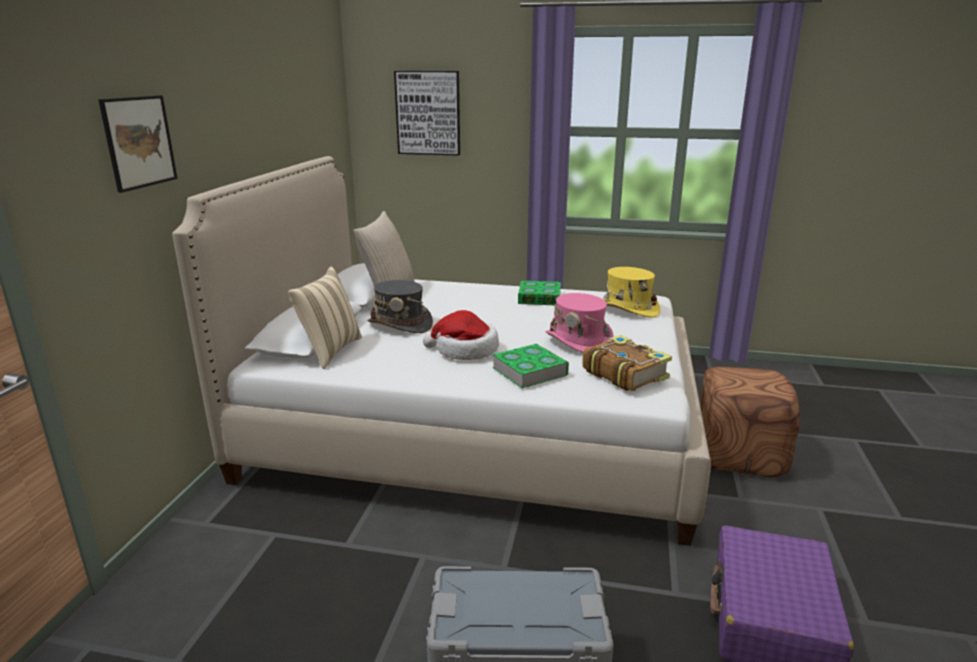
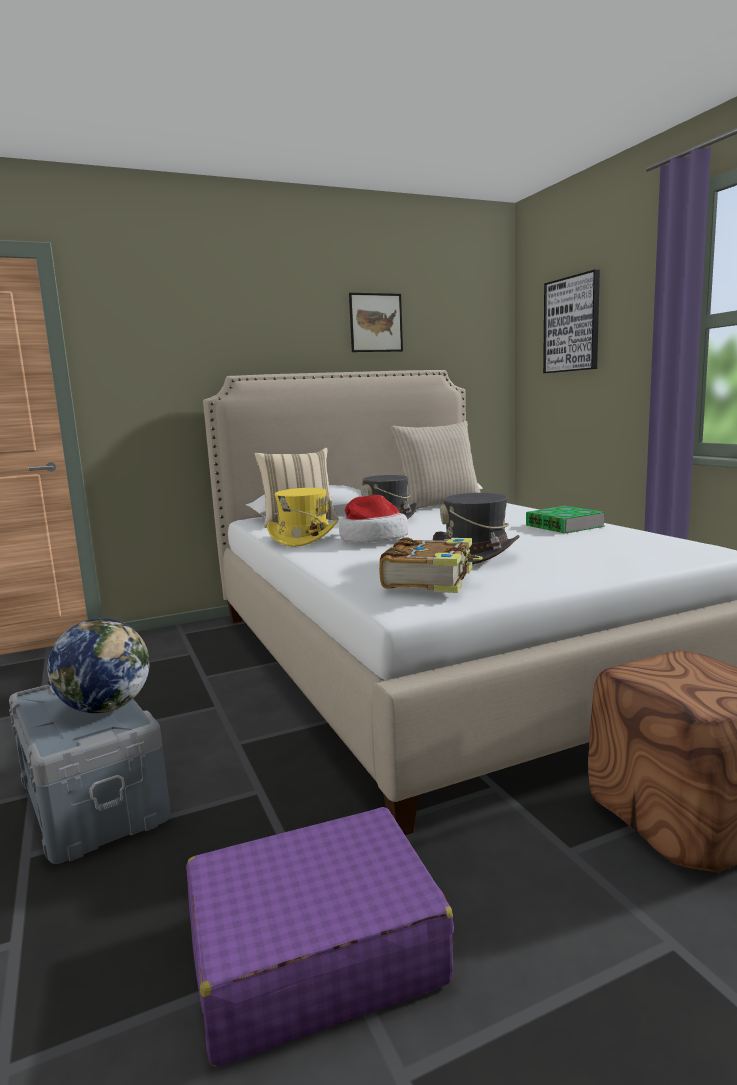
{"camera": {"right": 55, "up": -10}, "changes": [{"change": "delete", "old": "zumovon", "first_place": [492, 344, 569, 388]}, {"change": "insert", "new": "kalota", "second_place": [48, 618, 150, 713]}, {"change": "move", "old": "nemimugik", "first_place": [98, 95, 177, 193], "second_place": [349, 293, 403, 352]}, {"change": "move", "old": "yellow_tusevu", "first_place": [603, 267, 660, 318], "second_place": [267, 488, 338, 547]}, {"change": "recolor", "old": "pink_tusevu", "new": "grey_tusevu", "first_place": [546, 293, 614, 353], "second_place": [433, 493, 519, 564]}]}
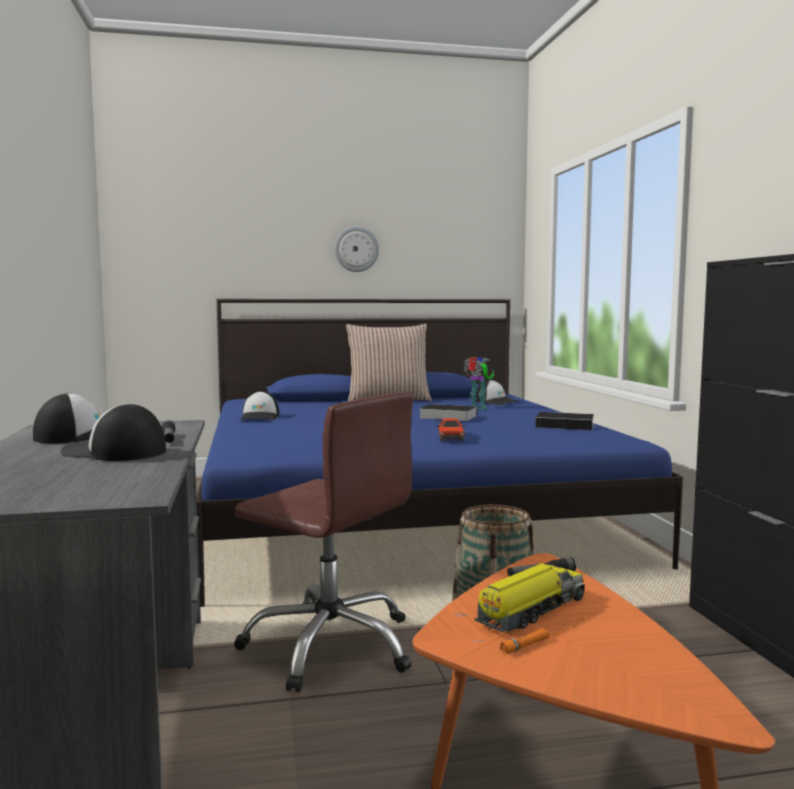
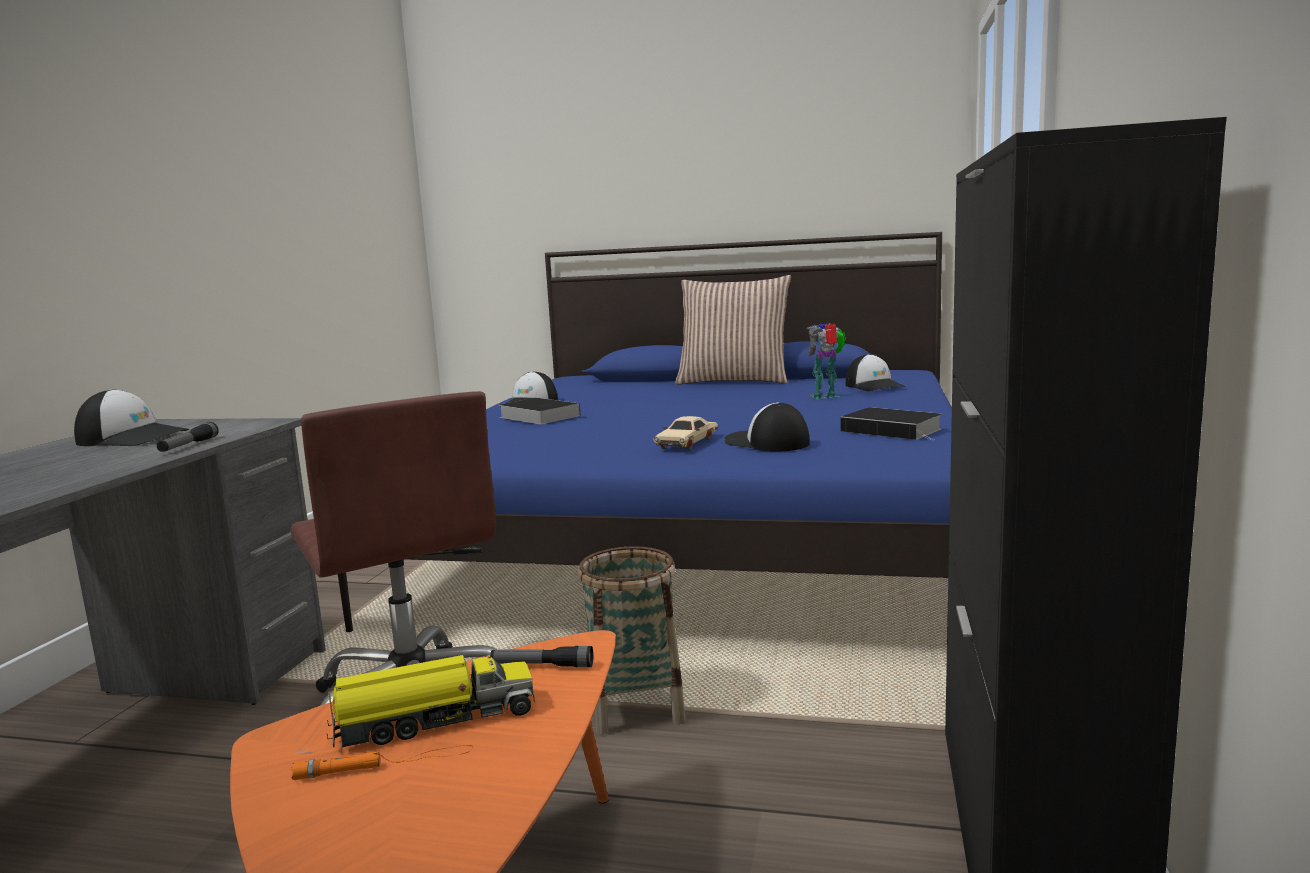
{"camera": {"right": 25, "up": 5}, "changes": [{"change": "delete", "old": "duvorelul", "first_place": [334, 226, 379, 272]}, {"change": "move", "old": "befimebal", "first_place": [60, 403, 166, 461], "second_place": [724, 402, 810, 451]}, {"change": "move", "old": "zumovon", "first_place": [419, 404, 477, 421], "second_place": [500, 398, 581, 424]}, {"change": "recolor", "old": "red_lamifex", "new": "beige_lamifex", "first_place": [436, 418, 466, 441], "second_place": [654, 416, 718, 451]}, {"change": "rotate", "old": "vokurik", "first_place": [464, 357, 494, 410], "second_place": [807, 323, 846, 399], "degrees": -75}]}
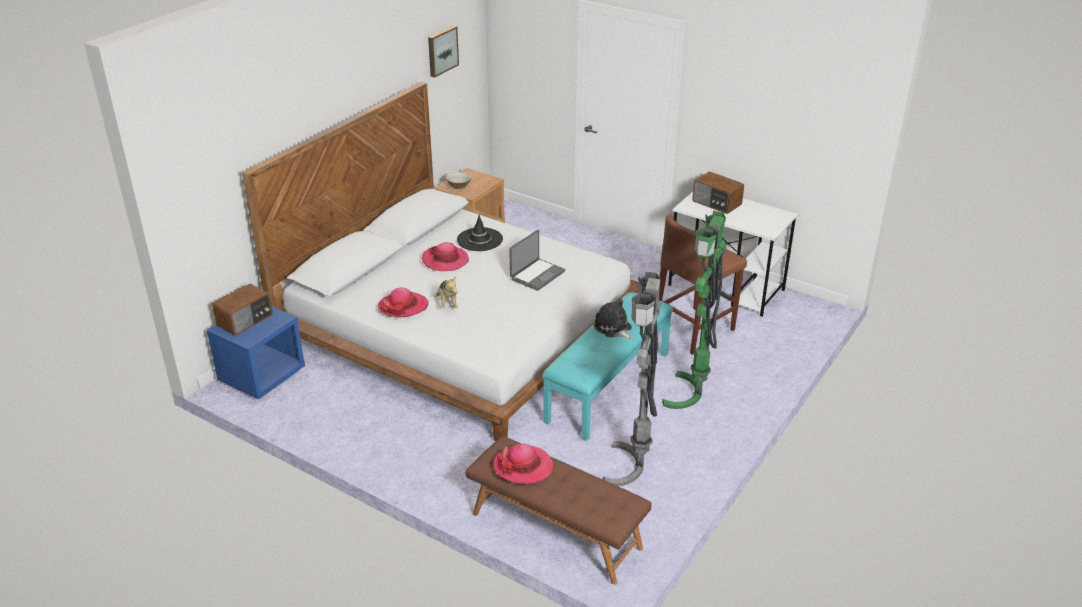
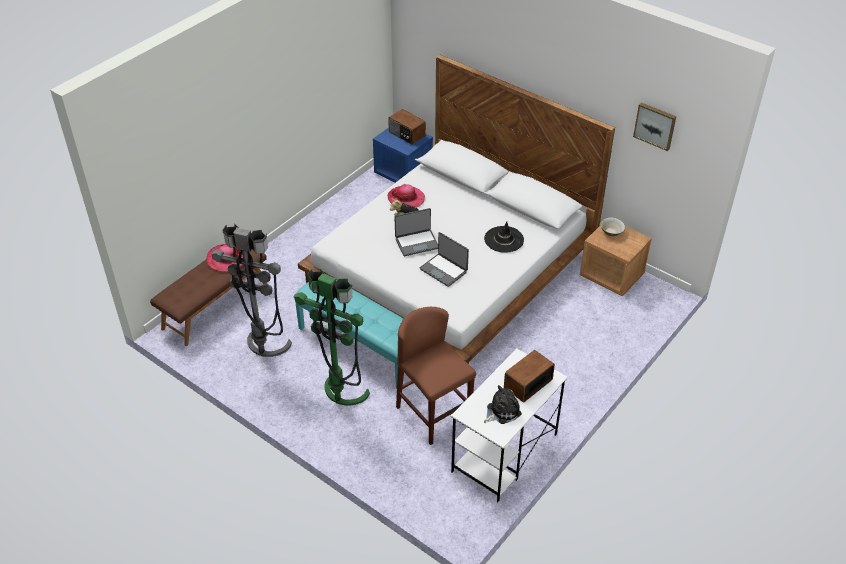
{"camera": {"right": 95, "up": 10}, "changes": [{"change": "delete", "old": "tusevu", "first_place": [422, 242, 469, 271]}, {"change": "insert", "new": "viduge", "second_place": [395, 208, 438, 256]}, {"change": "move", "old": "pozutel", "first_place": [594, 299, 633, 339], "second_place": [484, 385, 522, 424]}]}
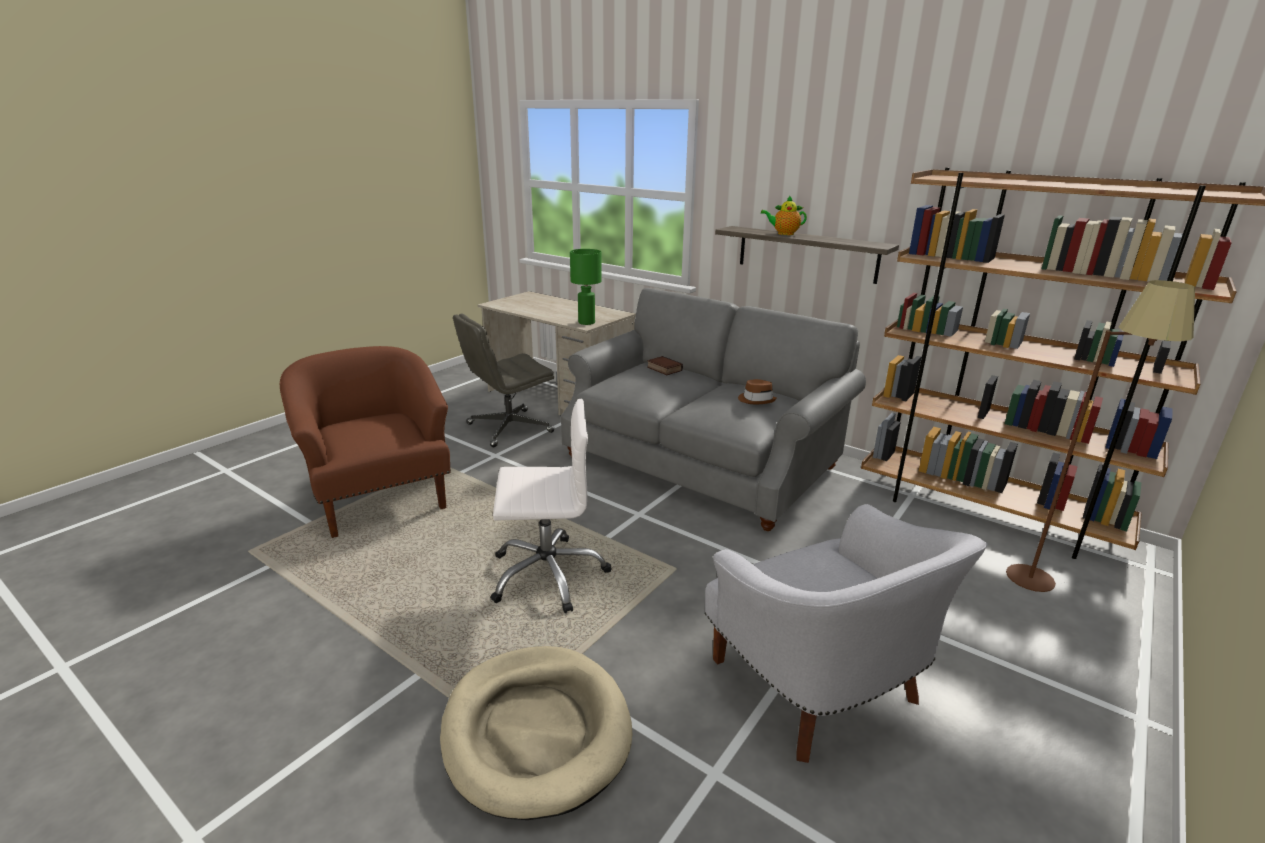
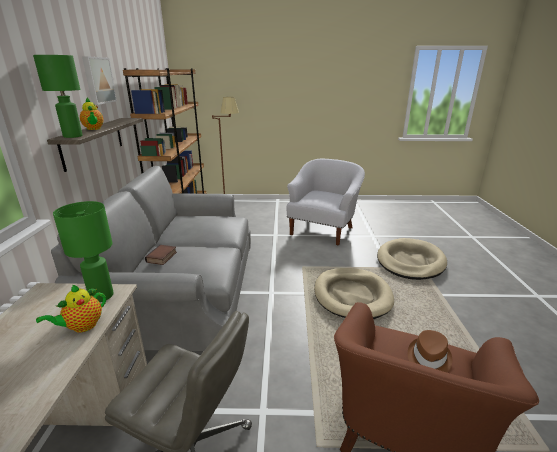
{"camera": {"right": -125, "up": 0}, "changes": [{"change": "insert", "new": "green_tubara", "second_place": [33, 55, 83, 138]}, {"change": "insert", "new": "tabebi", "second_place": [36, 285, 106, 333]}, {"change": "insert", "new": "nemimugik", "second_place": [82, 56, 117, 105]}, {"change": "move", "old": "brown_tusevu", "first_place": [738, 379, 777, 404], "second_place": [408, 330, 452, 372]}, {"change": "replace", "old": "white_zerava", "new": "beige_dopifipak", "first_place": [490, 399, 612, 613], "second_place": [314, 268, 394, 319]}]}
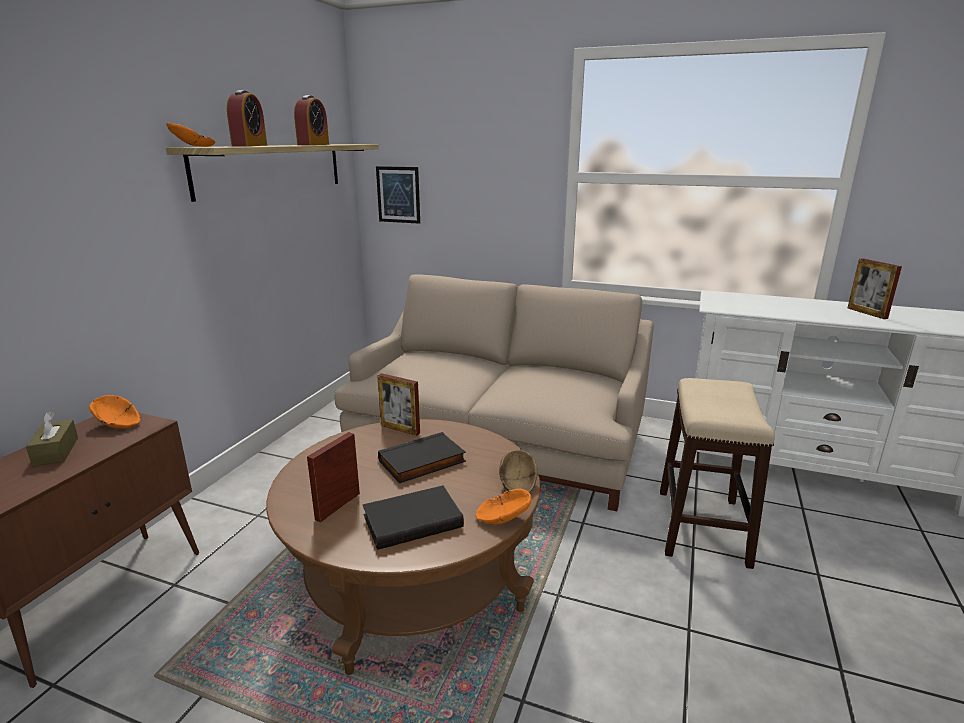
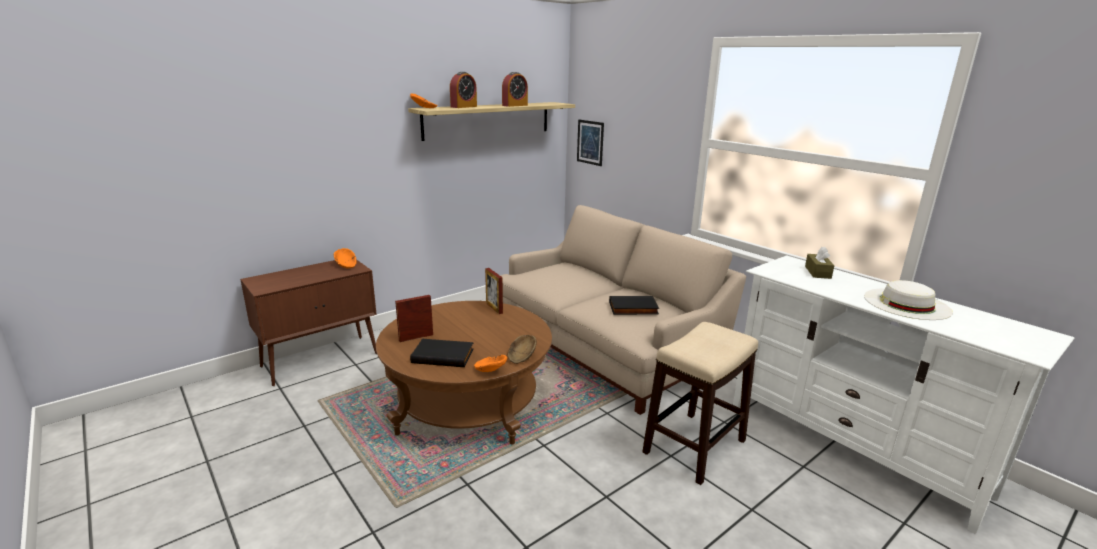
{"camera": {"right": 30, "up": 0}, "changes": [{"change": "move", "old": "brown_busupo", "first_place": [26, 412, 78, 466], "second_place": [805, 246, 834, 279]}, {"change": "move", "old": "black_zumovon", "first_place": [378, 432, 466, 483], "second_place": [609, 296, 659, 315]}, {"change": "replace", "old": "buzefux", "new": "white_tusevu", "first_place": [848, 258, 902, 319], "second_place": [864, 280, 953, 320]}]}
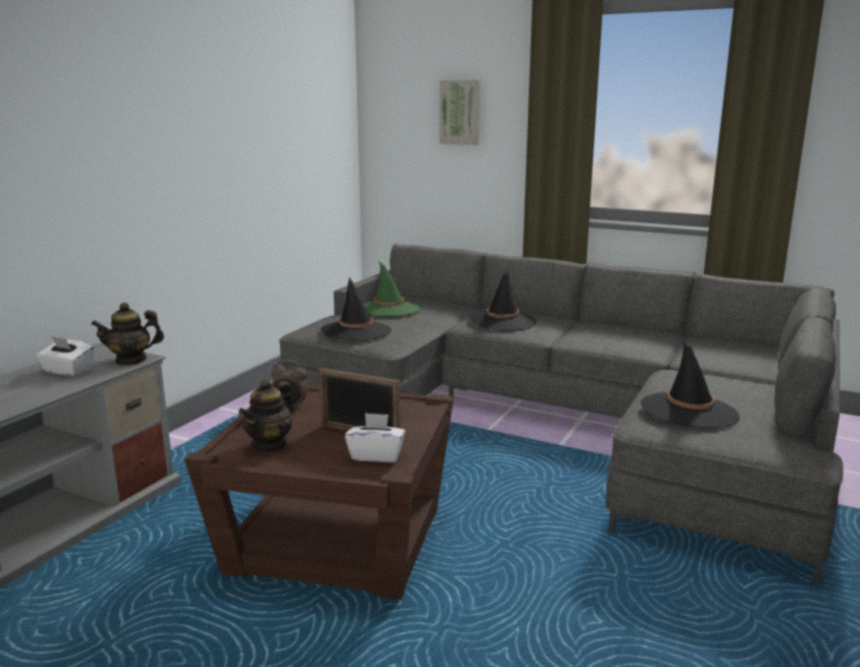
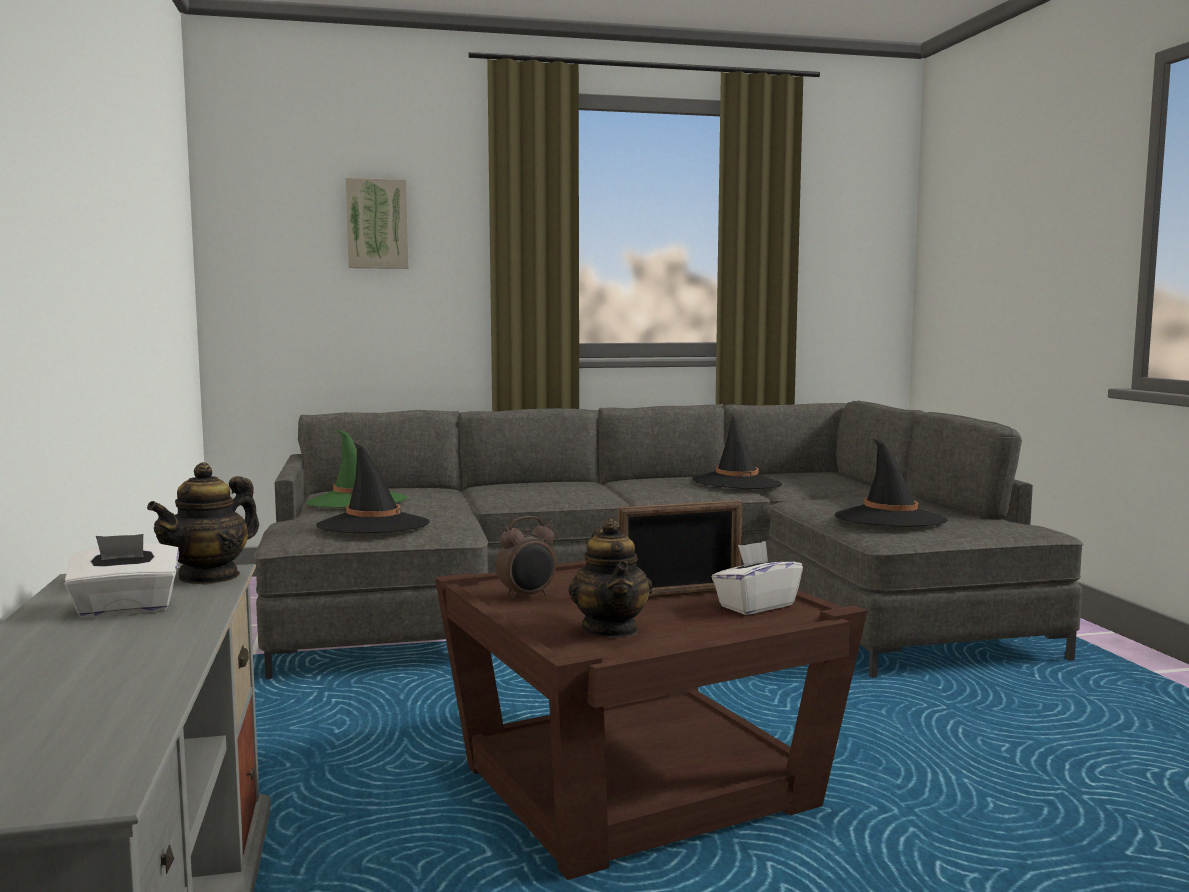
{"camera": {"right": -40, "up": -10}, "changes": [{"change": "move", "old": "black_tusevu", "first_place": [469, 270, 536, 330], "second_place": [693, 416, 782, 489]}]}
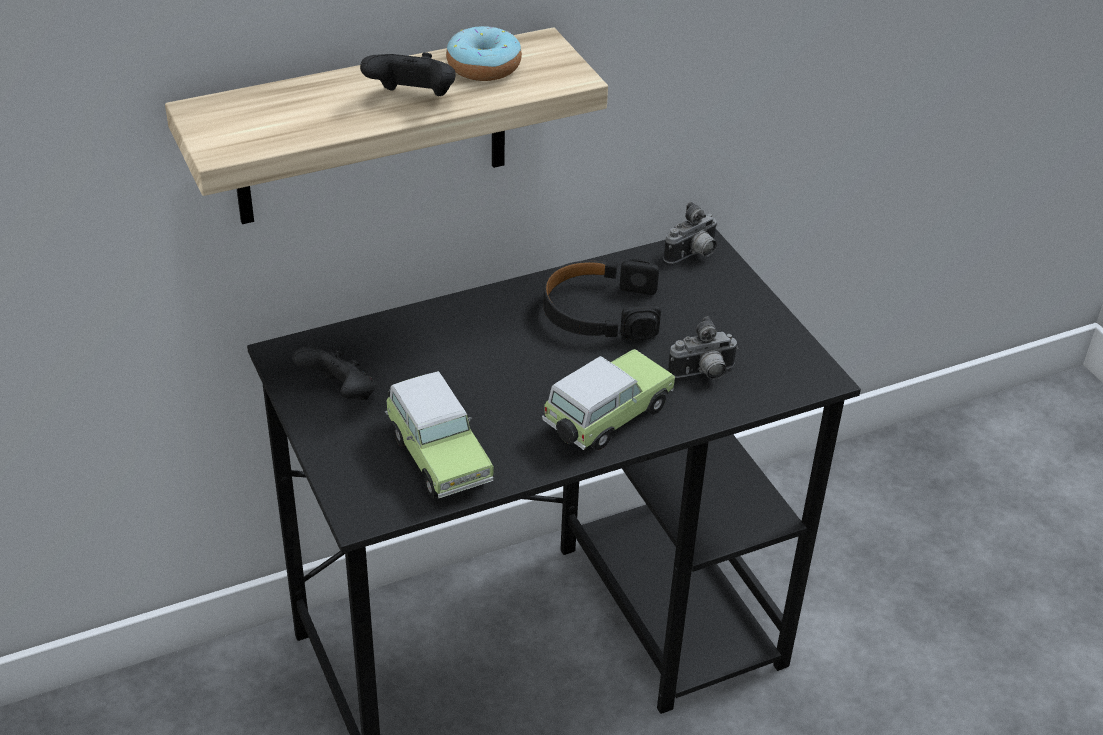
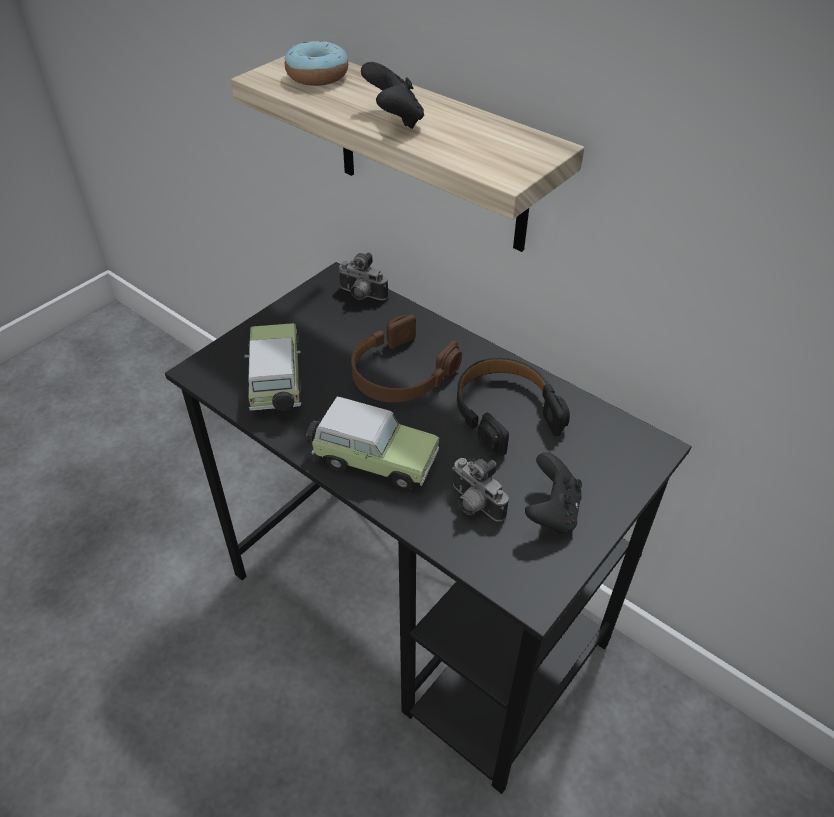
{"camera": {"right": 65, "up": 5}, "changes": [{"change": "insert", "new": "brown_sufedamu", "second_place": [351, 315, 462, 402]}, {"change": "move", "old": "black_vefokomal", "first_place": [292, 347, 376, 400], "second_place": [525, 452, 582, 534]}, {"change": "move", "old": "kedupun", "first_place": [446, 26, 522, 81], "second_place": [284, 41, 348, 86]}, {"change": "move", "old": "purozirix", "first_place": [663, 202, 718, 264], "second_place": [338, 252, 388, 300]}, {"change": "rotate", "old": "lamifex", "first_place": [385, 371, 494, 498], "second_place": [244, 323, 301, 411], "degrees": 135}]}
